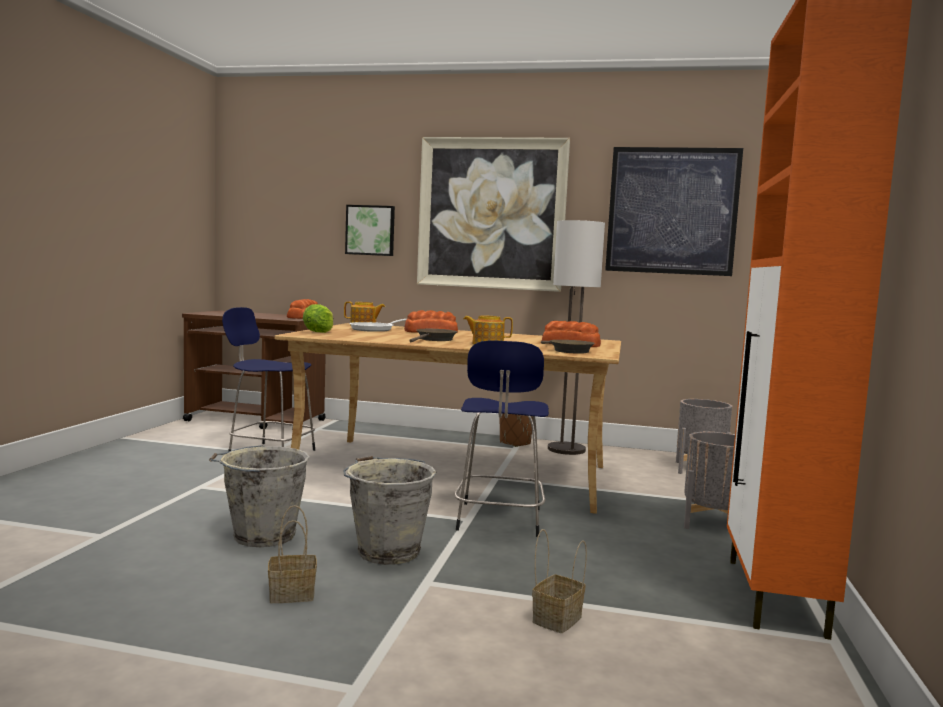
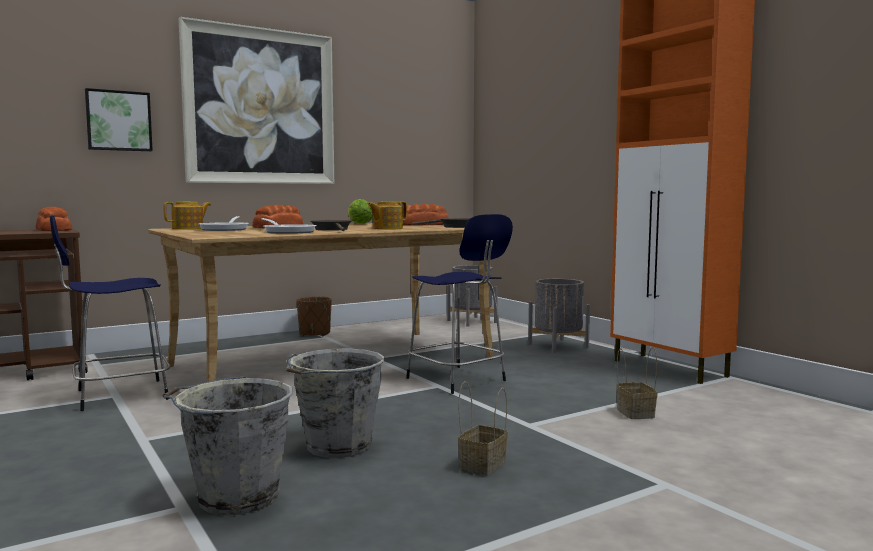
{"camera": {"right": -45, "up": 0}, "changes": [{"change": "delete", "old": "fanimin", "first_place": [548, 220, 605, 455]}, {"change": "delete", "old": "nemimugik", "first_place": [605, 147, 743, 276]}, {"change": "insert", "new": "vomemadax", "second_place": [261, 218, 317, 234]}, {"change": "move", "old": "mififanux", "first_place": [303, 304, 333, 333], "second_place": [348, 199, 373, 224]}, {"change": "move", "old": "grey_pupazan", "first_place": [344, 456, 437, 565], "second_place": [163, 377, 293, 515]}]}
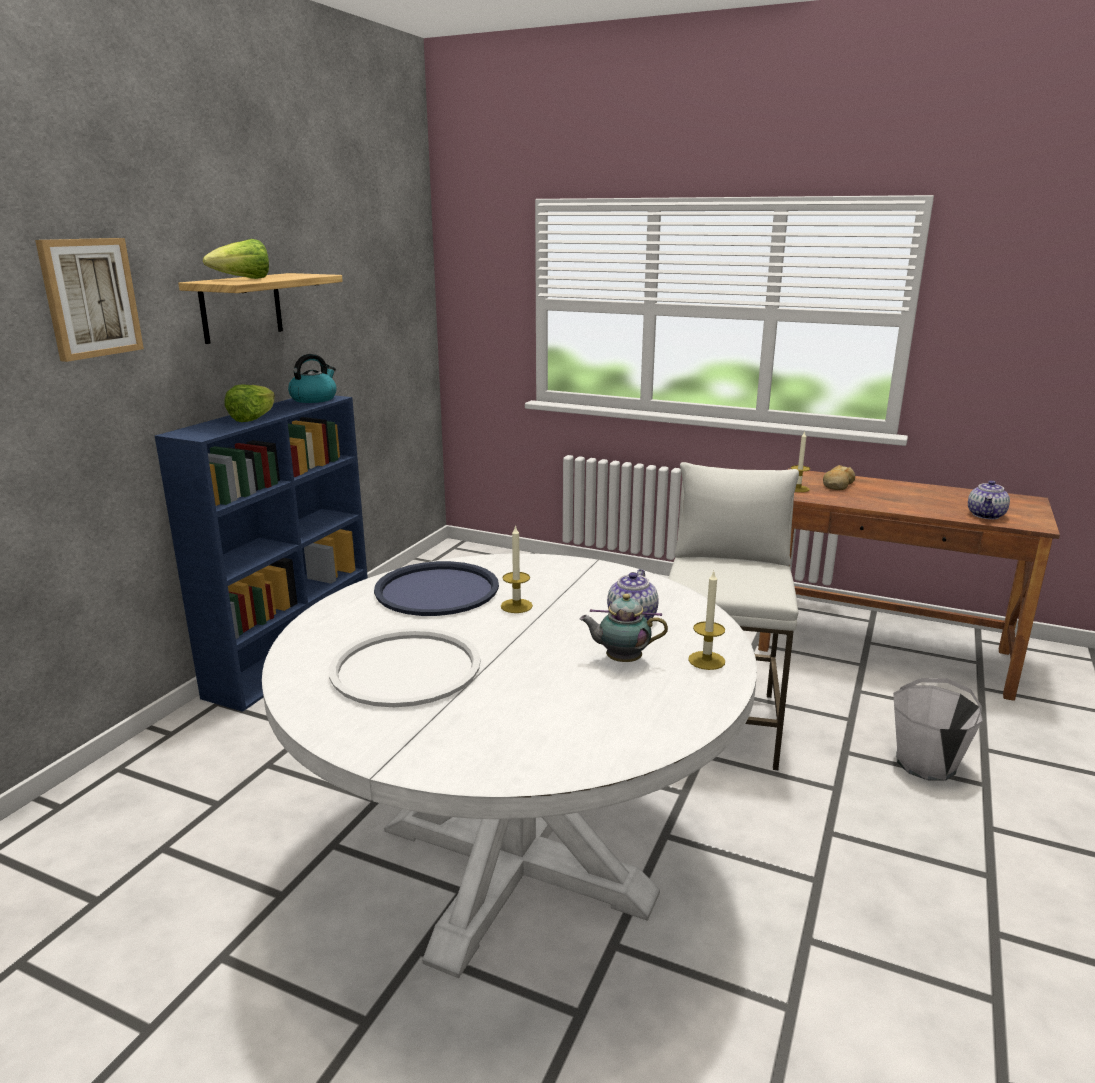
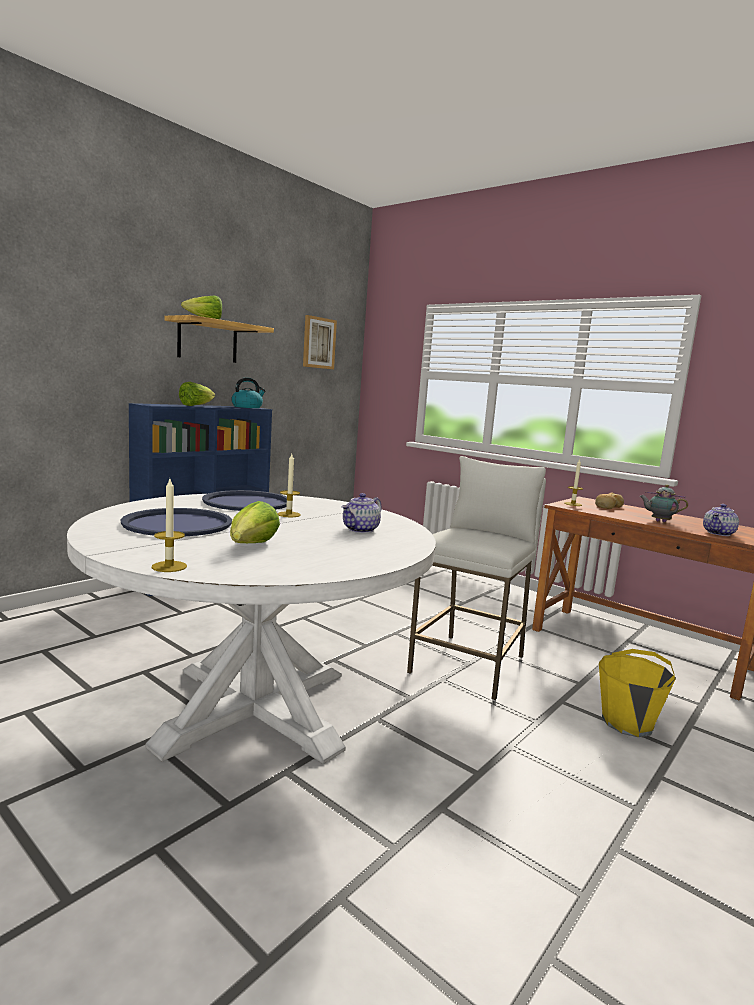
{"camera": {"right": 15, "up": -10}, "changes": [{"change": "insert", "new": "mififanux", "second_place": [230, 501, 280, 543]}, {"change": "move", "old": "nemimugik", "first_place": [35, 238, 144, 362], "second_place": [303, 315, 337, 369]}, {"change": "move", "old": "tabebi", "first_place": [580, 594, 668, 662], "second_place": [639, 484, 688, 522]}, {"change": "move", "old": "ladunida", "first_place": [688, 572, 725, 670], "second_place": [151, 479, 187, 572]}, {"change": "recolor", "old": "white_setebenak", "new": "blue_setebenak", "first_place": [329, 628, 481, 707], "second_place": [121, 508, 232, 536]}, {"change": "recolor", "old": "white_pupazan", "new": "yellow_pupazan", "first_place": [893, 678, 983, 781], "second_place": [599, 649, 676, 737]}]}
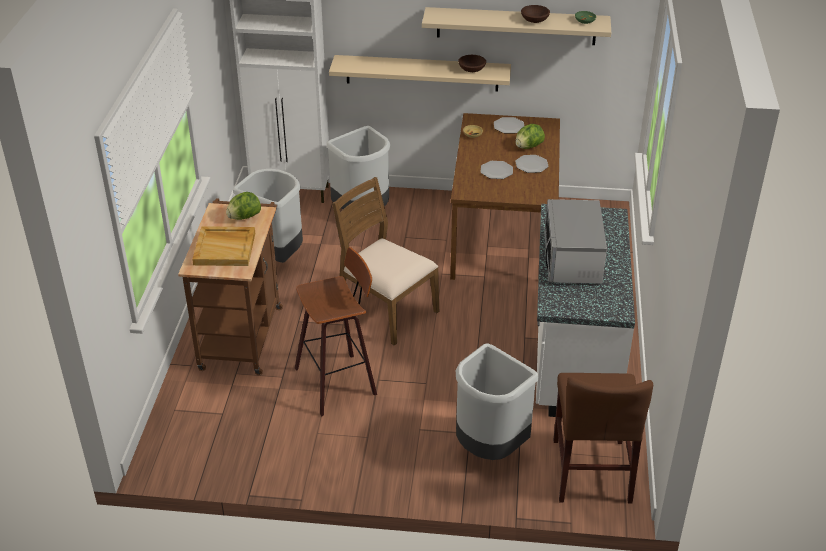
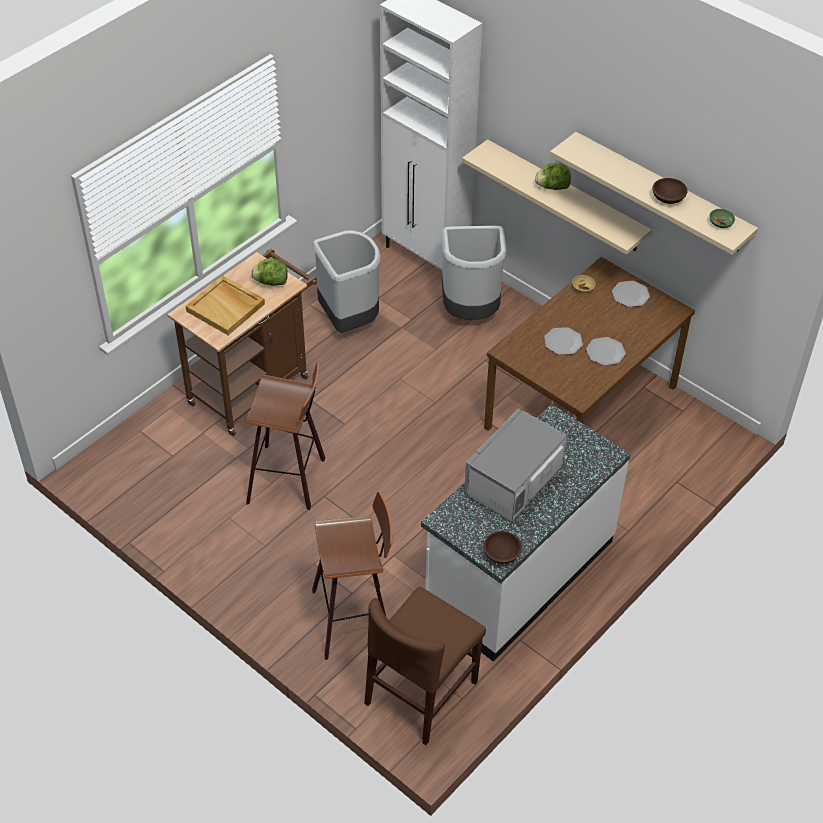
{"camera": {"right": 35, "up": 10}, "changes": [{"change": "delete", "old": "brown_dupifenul", "first_place": [332, 177, 439, 346]}, {"change": "move", "old": "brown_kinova", "first_place": [458, 55, 486, 72], "second_place": [483, 531, 522, 564]}, {"change": "move", "old": "mififanux", "first_place": [515, 124, 545, 149], "second_place": [535, 163, 571, 190]}, {"change": "replace", "old": "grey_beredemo", "new": "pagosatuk", "first_place": [456, 343, 538, 460], "second_place": [312, 492, 392, 660]}]}
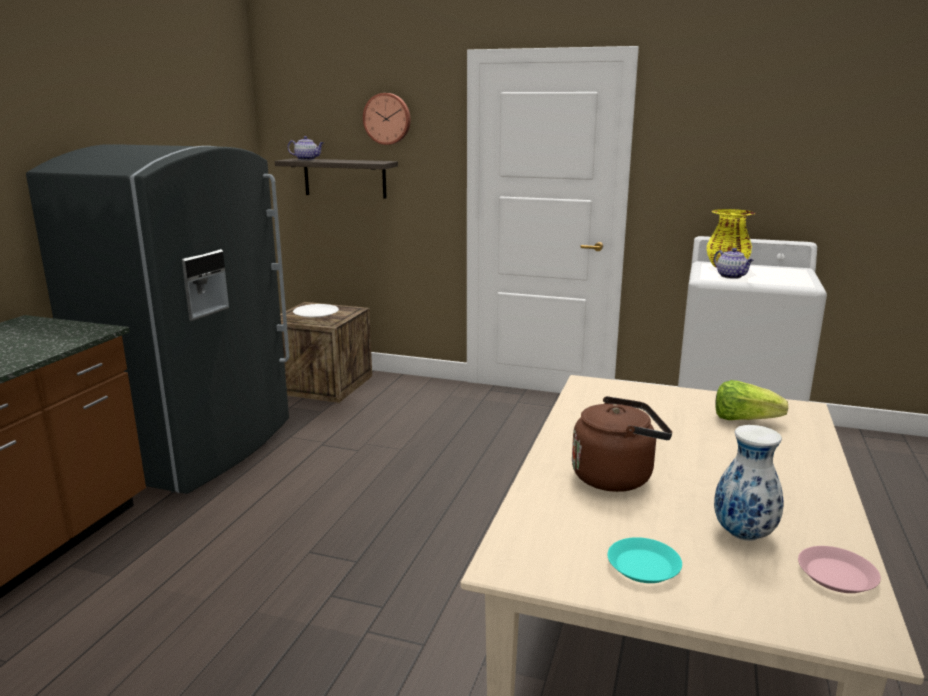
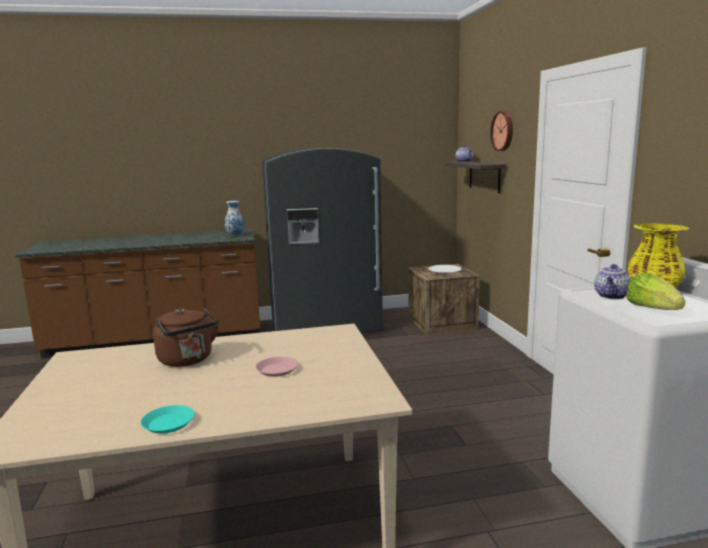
{"camera": {"right": 60, "up": -5}, "changes": [{"change": "move", "old": "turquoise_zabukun", "first_place": [608, 537, 682, 583], "second_place": [141, 405, 195, 434]}, {"change": "move", "old": "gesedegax", "first_place": [714, 425, 784, 541], "second_place": [224, 201, 244, 236]}, {"change": "move", "old": "mififanux", "first_place": [715, 380, 788, 420], "second_place": [626, 273, 685, 310]}, {"change": "move", "old": "pink_zabukun", "first_place": [798, 546, 881, 593], "second_place": [256, 357, 298, 377]}]}
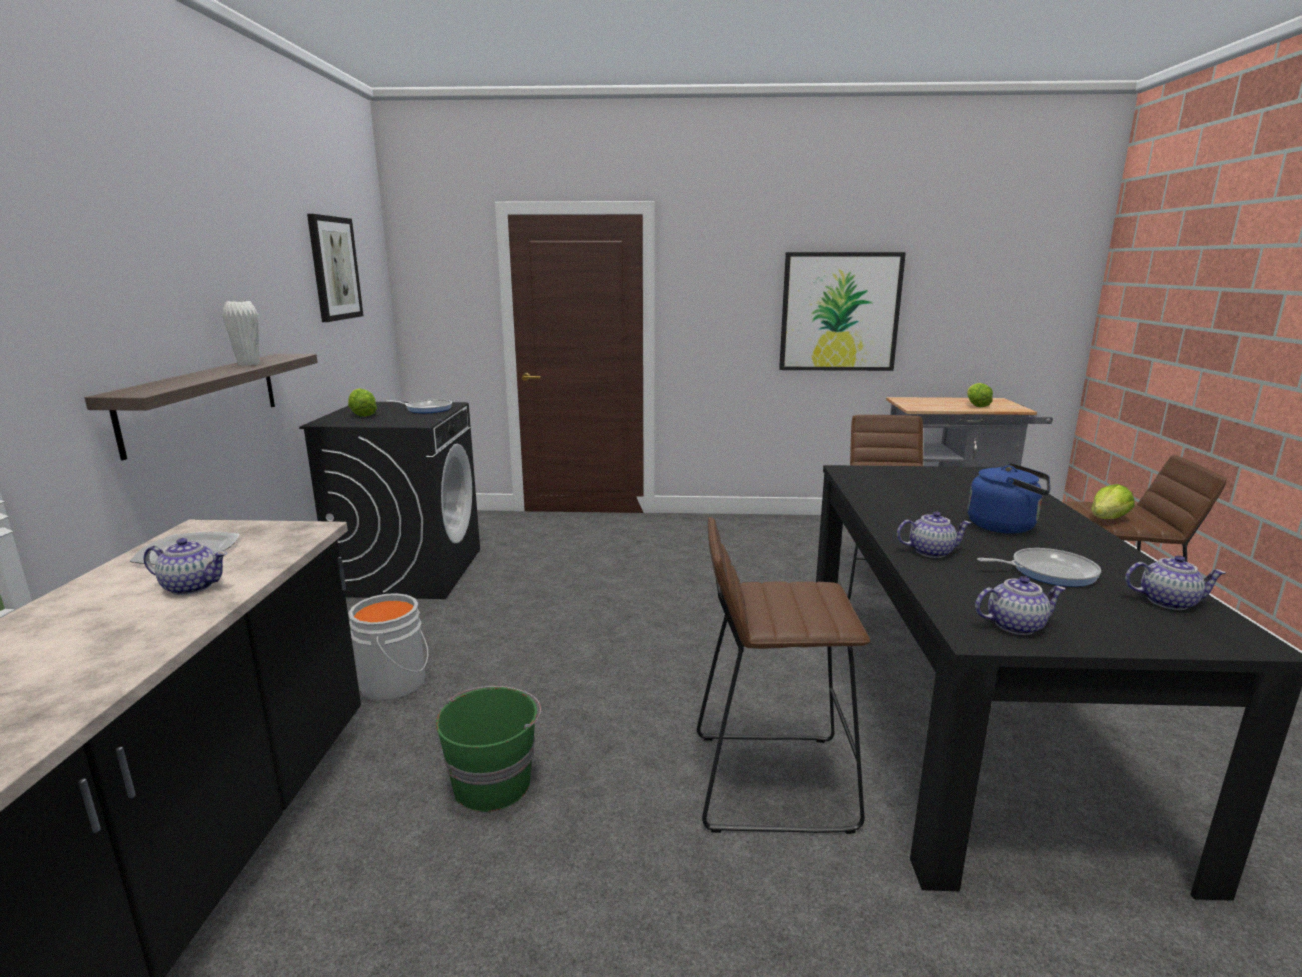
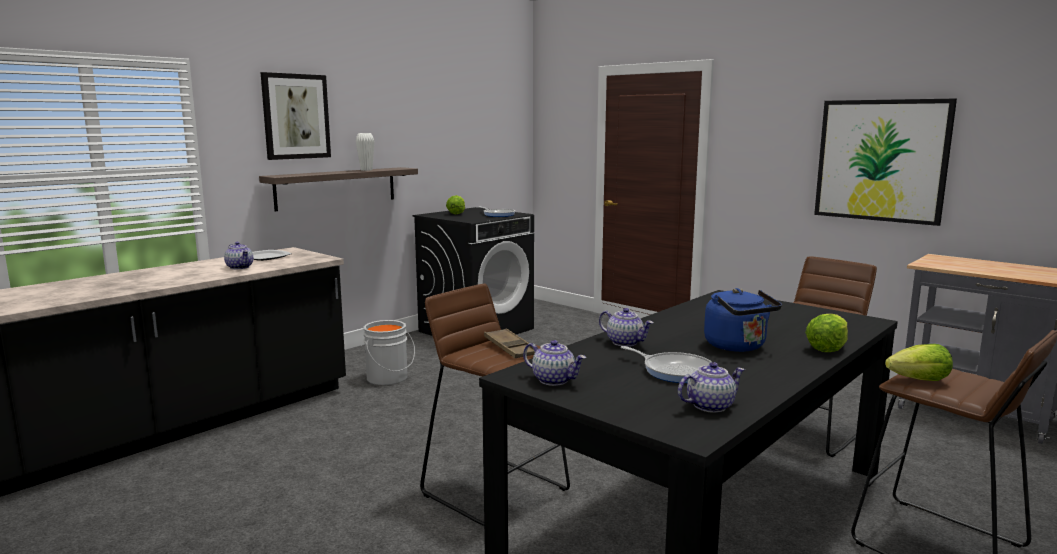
{"camera": {"right": 40, "up": -5}, "changes": [{"change": "delete", "old": "green_pupazan", "first_place": [436, 686, 541, 812]}, {"change": "insert", "new": "brown_setebenak", "second_place": [484, 328, 535, 358]}, {"change": "move", "old": "nemimugik", "first_place": [307, 214, 363, 322], "second_place": [261, 72, 331, 160]}, {"change": "move", "old": "mififanux", "first_place": [967, 383, 993, 407], "second_place": [805, 314, 848, 352]}, {"change": "rotate", "old": "tabebi", "first_place": [1125, 555, 1226, 610], "second_place": [678, 362, 745, 413], "degrees": -75}]}
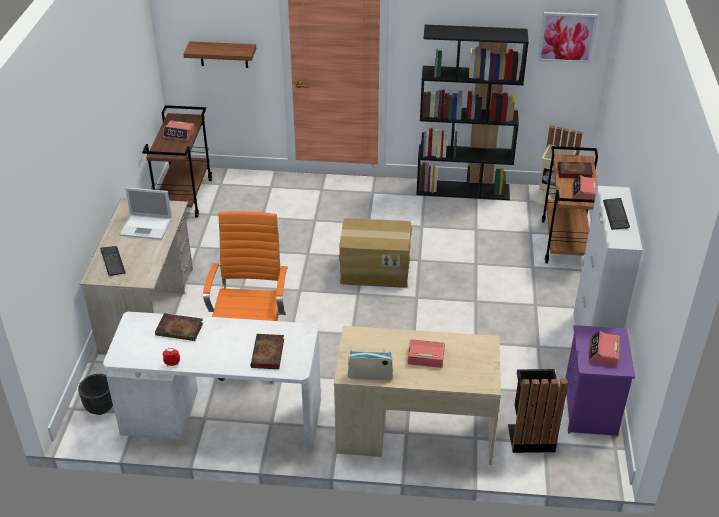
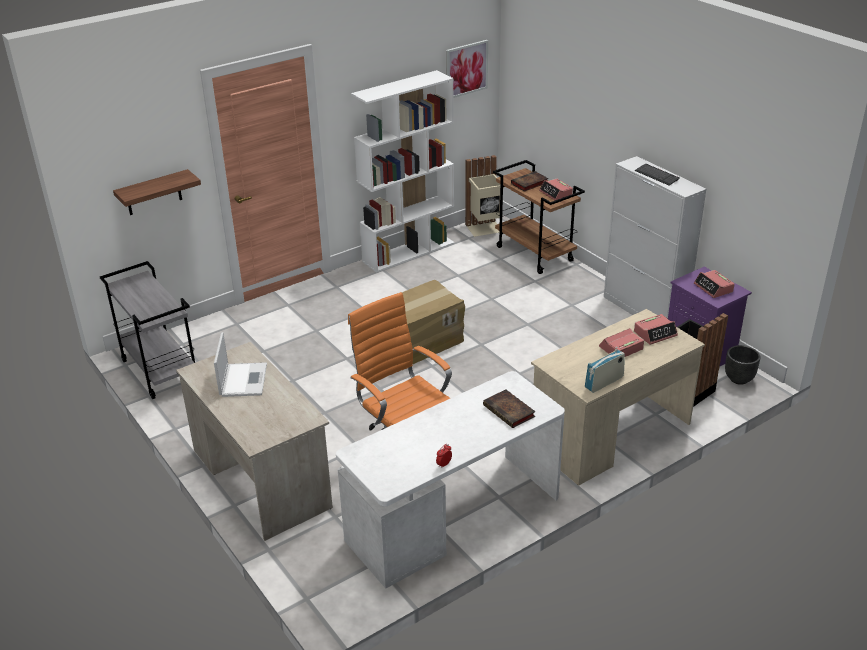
{"camera": {"right": -40, "up": -5}, "changes": [{"change": "delete", "old": "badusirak", "first_place": [100, 246, 126, 276]}, {"change": "delete", "old": "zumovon", "first_place": [155, 313, 203, 341]}, {"change": "move", "old": "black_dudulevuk", "first_place": [78, 374, 113, 415], "second_place": [725, 345, 761, 385]}, {"change": "move", "old": "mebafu", "first_place": [163, 121, 195, 141], "second_place": [634, 314, 678, 345]}, {"change": "recolor", "old": "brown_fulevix", "new": "grey_fulevix", "first_place": [142, 105, 212, 218], "second_place": [100, 261, 195, 399]}, {"change": "recolor", "old": "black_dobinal", "new": "white_dobinal", "first_place": [416, 25, 529, 200], "second_place": [351, 70, 455, 273]}, {"change": "rotate", "old": "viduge", "first_place": [119, 187, 172, 240], "second_place": [214, 332, 267, 397], "degrees": -60}]}
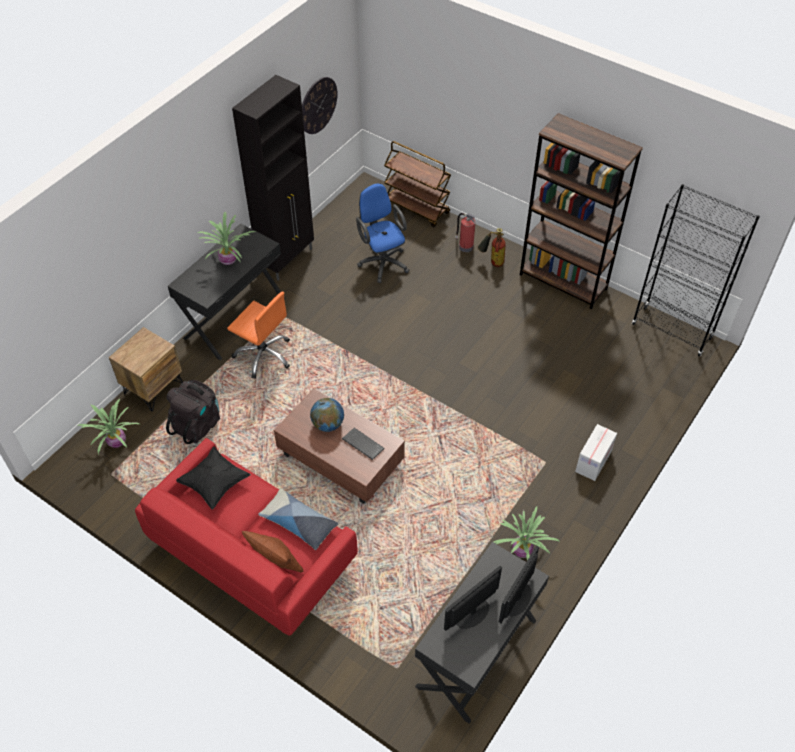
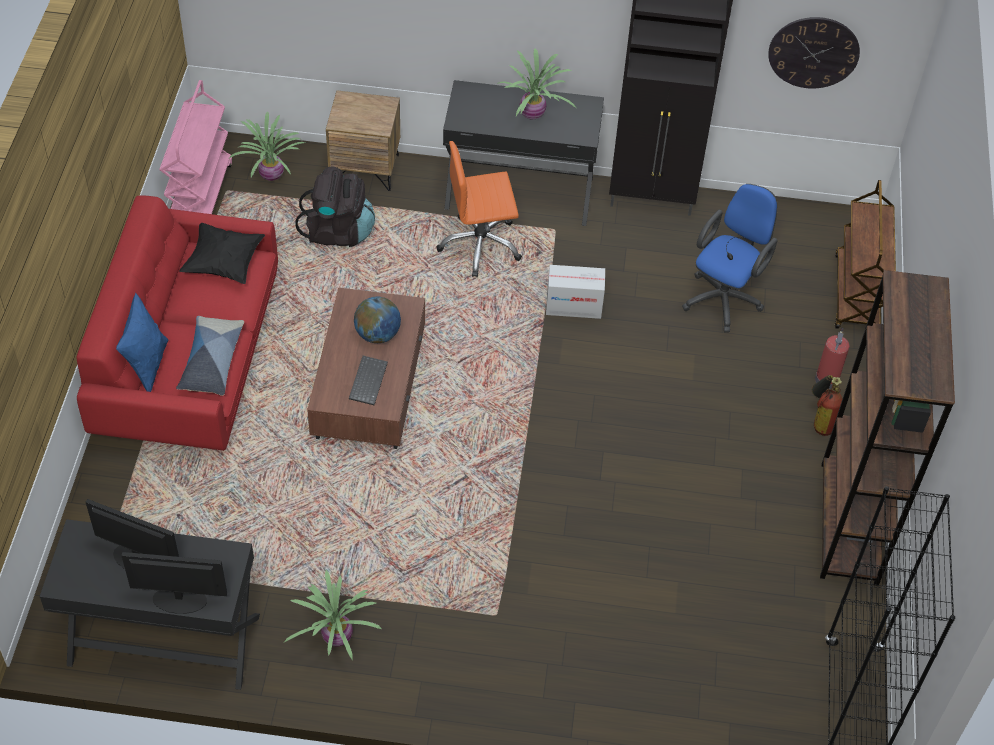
{"camera": {"right": 60, "up": 0}, "changes": [{"change": "insert", "new": "pink_fulevix", "second_place": [160, 80, 232, 214]}, {"change": "move", "old": "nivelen", "first_place": [575, 424, 617, 481], "second_place": [546, 265, 605, 319]}, {"change": "recolor", "old": "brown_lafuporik", "new": "blue_lafuporik", "first_place": [242, 531, 304, 572], "second_place": [116, 293, 168, 392]}, {"change": "rotate", "old": "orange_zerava", "first_place": [227, 292, 290, 379], "second_place": [436, 141, 522, 277], "degrees": 75}]}
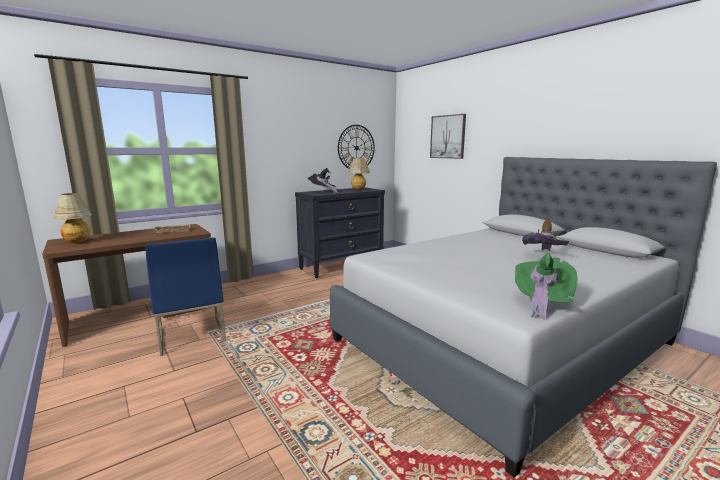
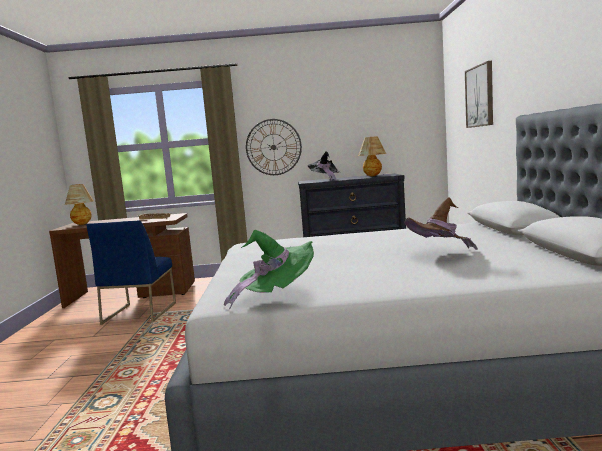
{"camera": {"right": 35, "up": -5}, "changes": [{"change": "move", "old": "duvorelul", "first_place": [338, 125, 375, 169], "second_place": [246, 119, 302, 175]}]}
